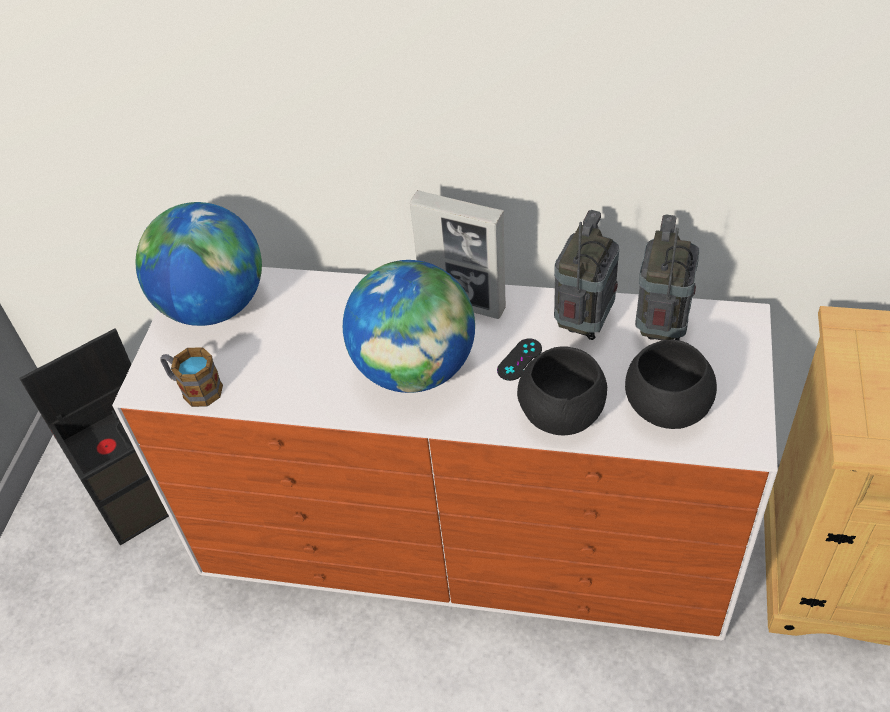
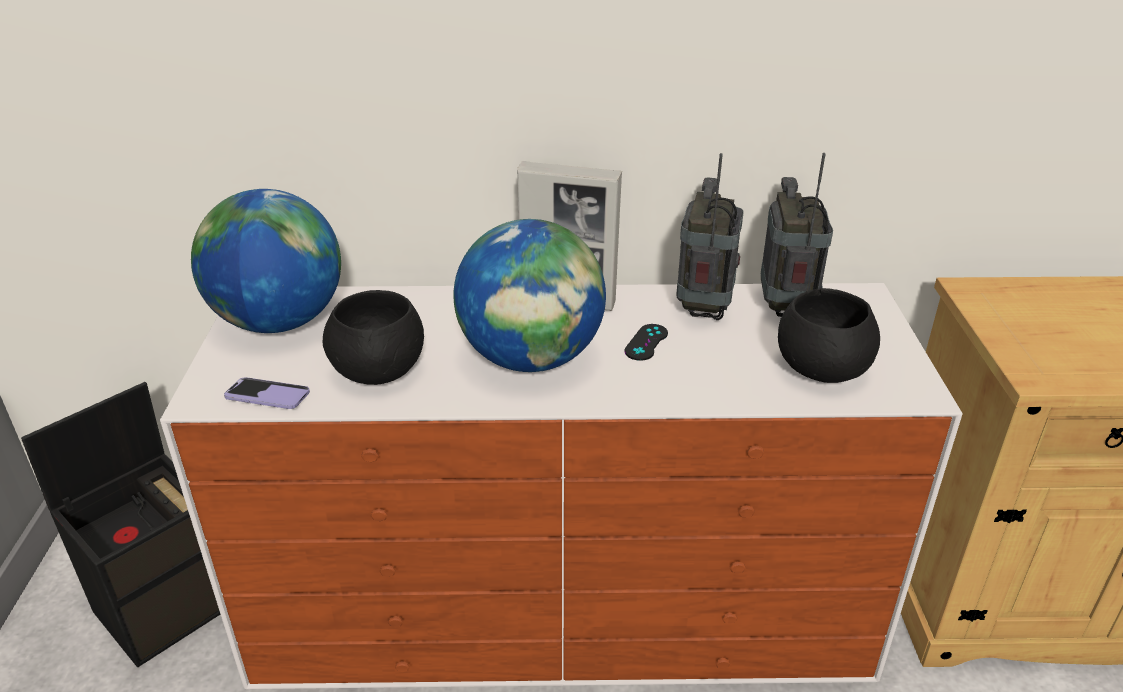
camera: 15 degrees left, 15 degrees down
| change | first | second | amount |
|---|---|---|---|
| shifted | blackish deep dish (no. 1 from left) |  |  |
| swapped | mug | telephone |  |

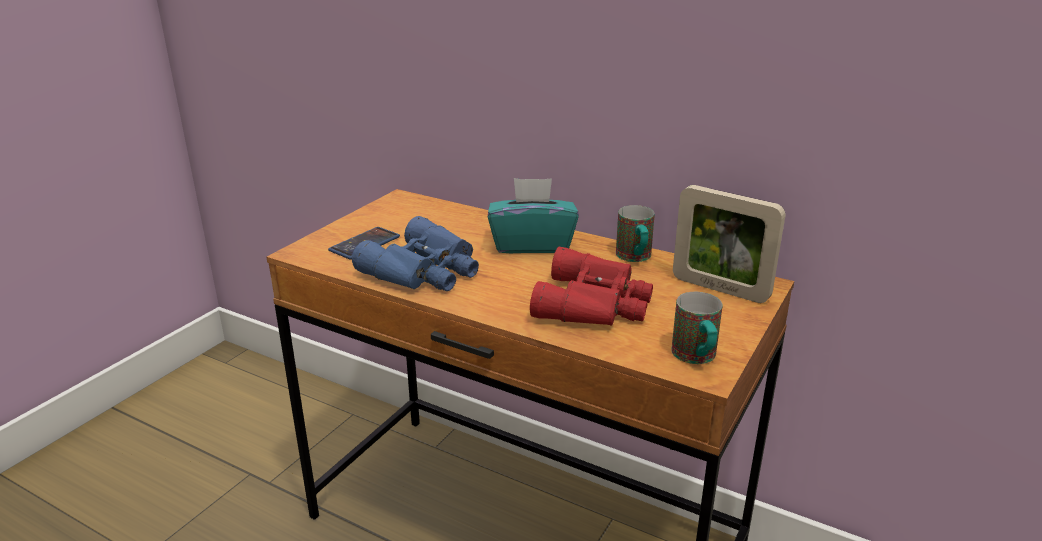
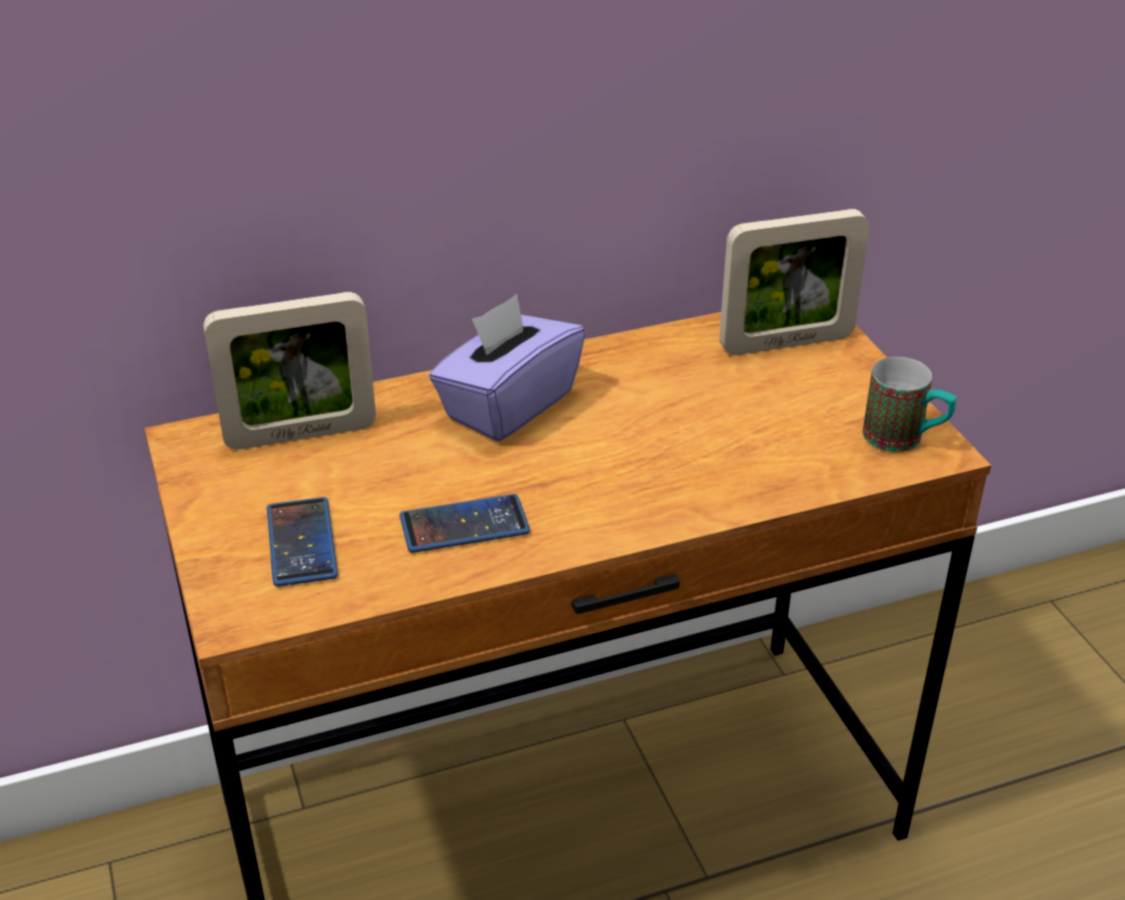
camera: 50 degrees left, 10 degrees up
| change | first | second | amount |
|---|---|---|---|
| gone | red pair of binoculars |  |  |
| gone | mug (no. 1 from left) |  |  |
| new |  | photo frame (no. 1 from left) |  |
| swapped | blue-coloured pair of binoculars | telephone (no. 2 from left) |  |
| repainted | turquoise-coloured box of tissues | purple box of tissues |  |

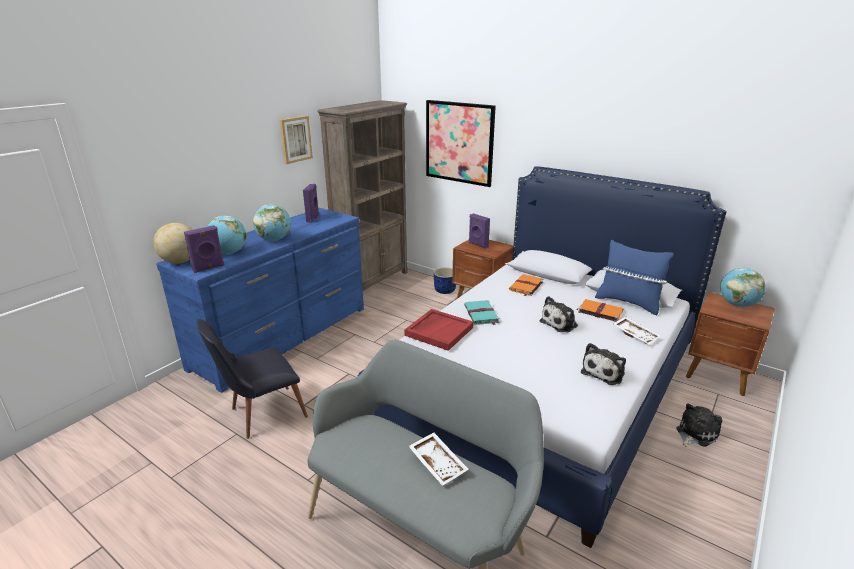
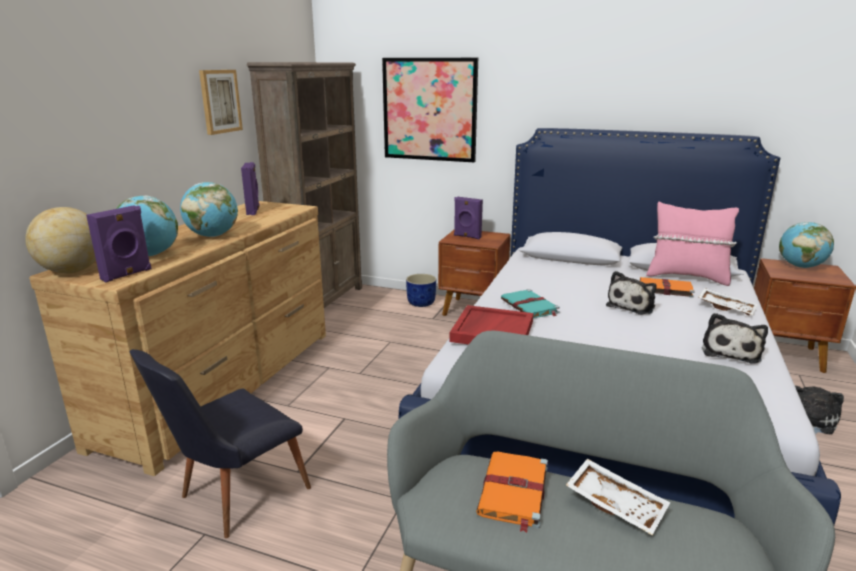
camera: 15 degrees left, 5 degrees down
| change | first | second | amount |
|---|---|---|---|
| shifted | orangey book (no. 1 from left) |  |  |
| repainted | blue-coloured drawer chest | brown-coloured drawer chest |  |
| repainted | blue-coloured cushion | pink cushion |  |

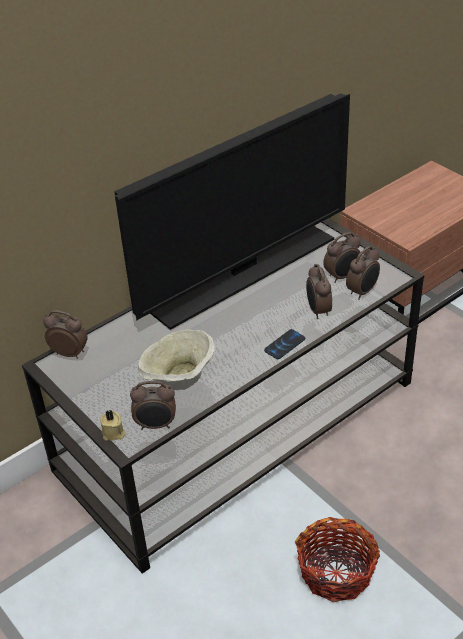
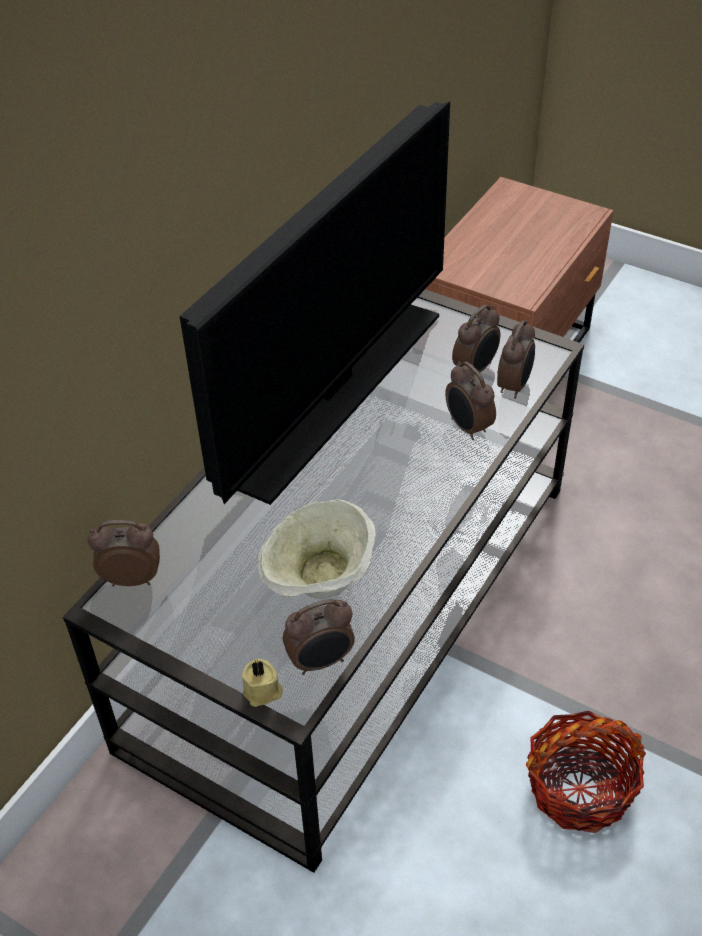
camera: 20 degrees left, 5 degrees up
| change | first | second | amount |
|---|---|---|---|
| gone | telephone |  |  |

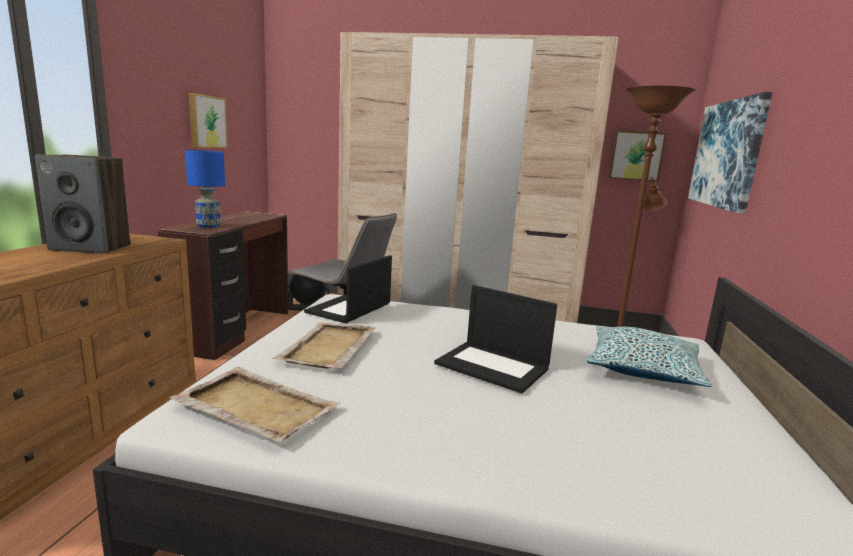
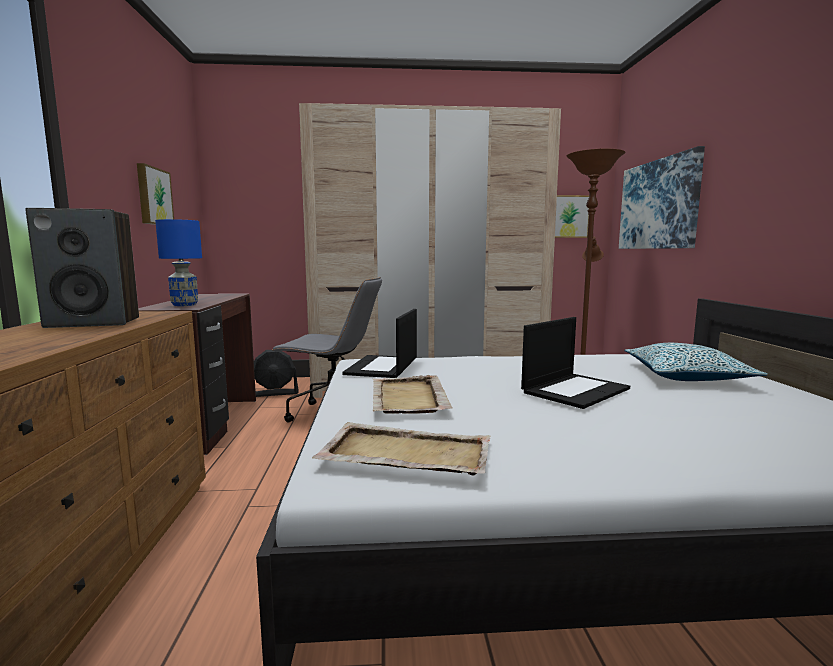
camera: 15 degrees left, 5 degrees down
| change | first | second | amount |
|---|---|---|---|
| rotated | portable computer (no. 2 from left) |  | 60 degrees counterclockwise |

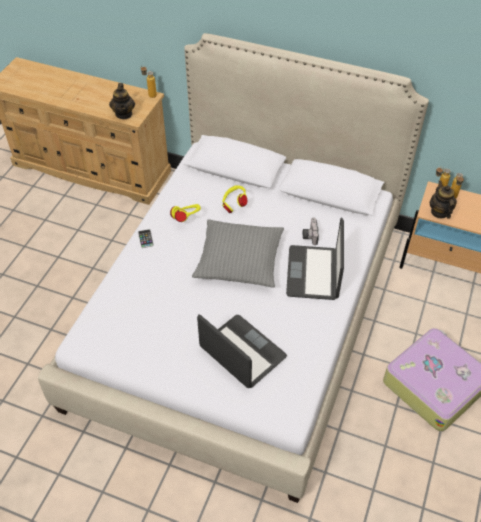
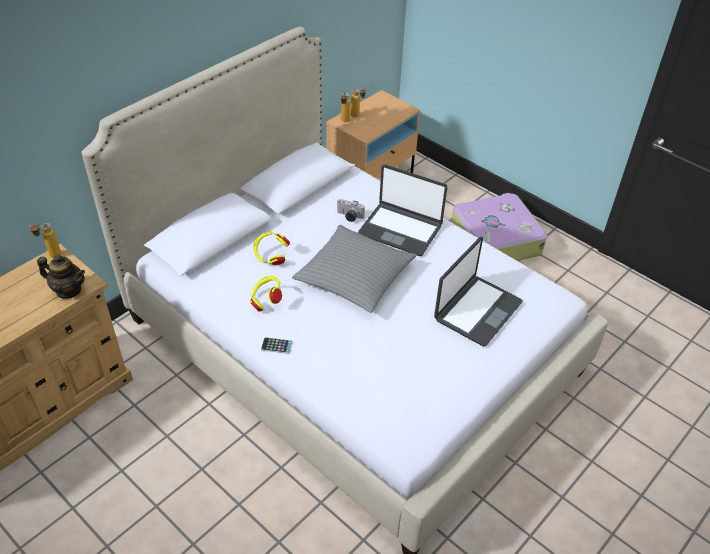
camera: 70 degrees left, 5 degrees down
| change | first | second | amount |
|---|---|---|---|
| gone | pot for tea (no. 2 from left) |  |  |
| rotated | portable computer (no. 1 from left in the first image) | portable computer (no. 2 from left) | 150 degrees clockwise |

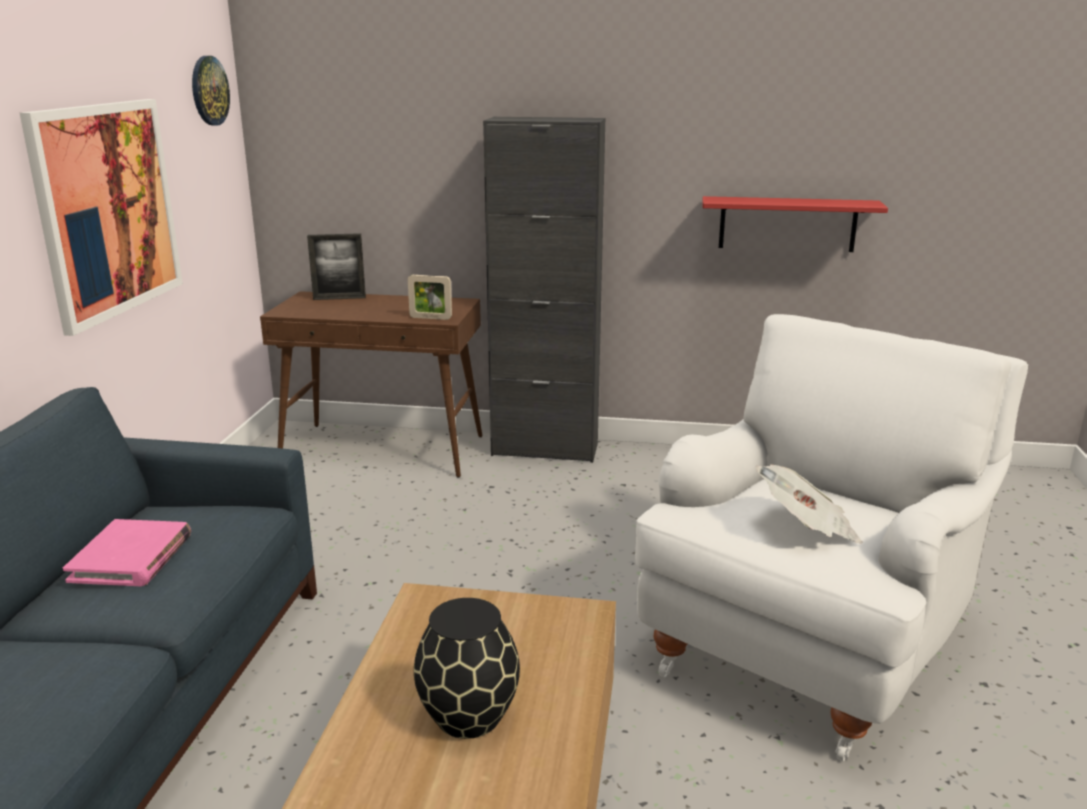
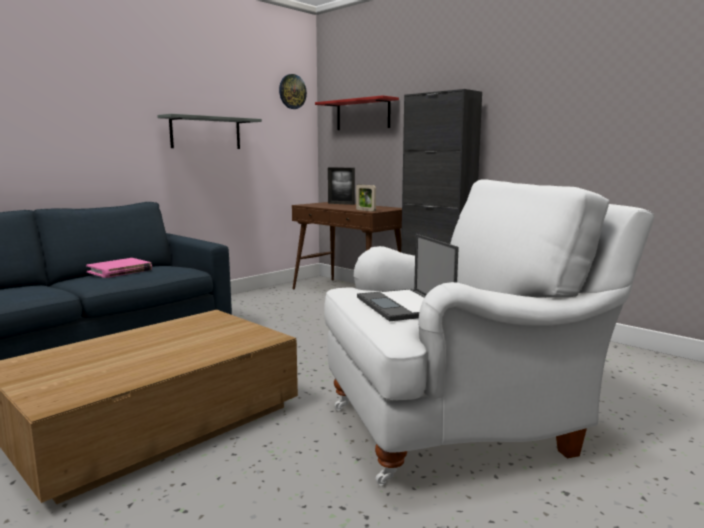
camera: 35 degrees right, 10 degrees down
| change | first | second | amount |
|---|---|---|---|
| gone | blackish decorative vase |  |  |
| shifted | red wall shelf |  |  |
| swapped | wall picture | gray wall shelf |  |
| swapped | printed paper | portable computer |  |

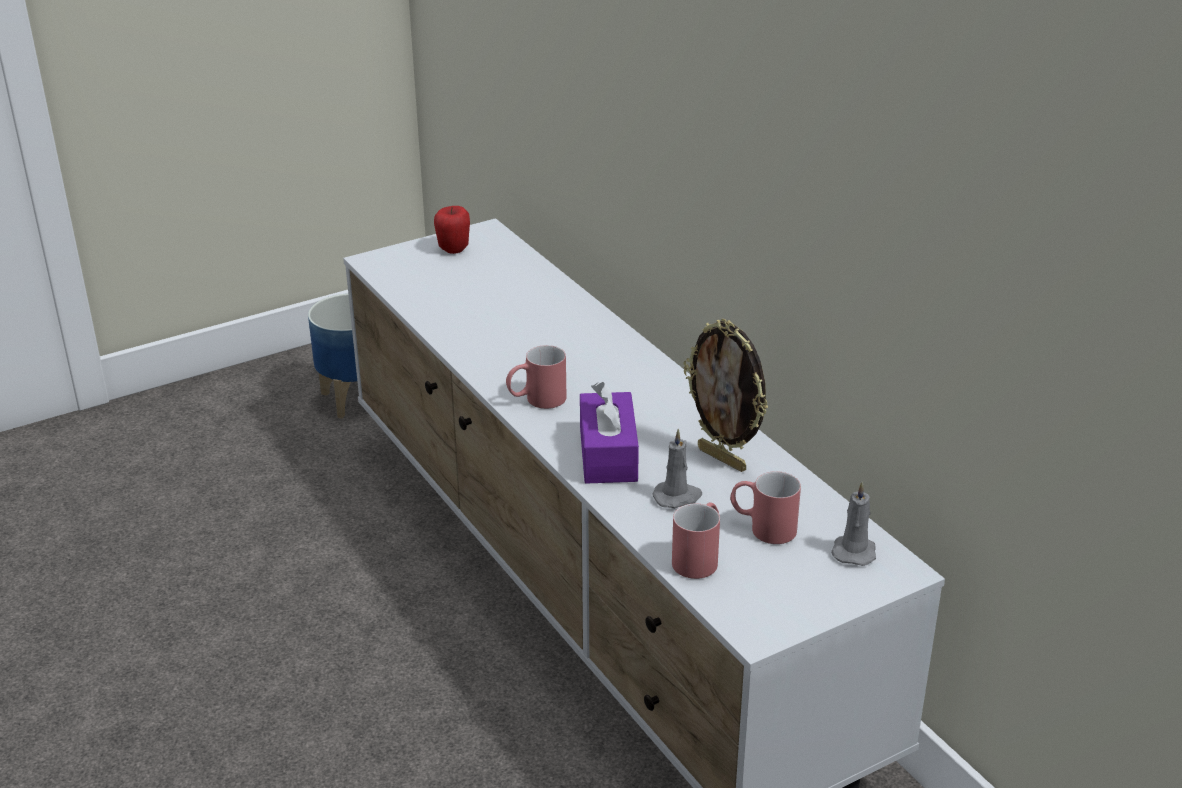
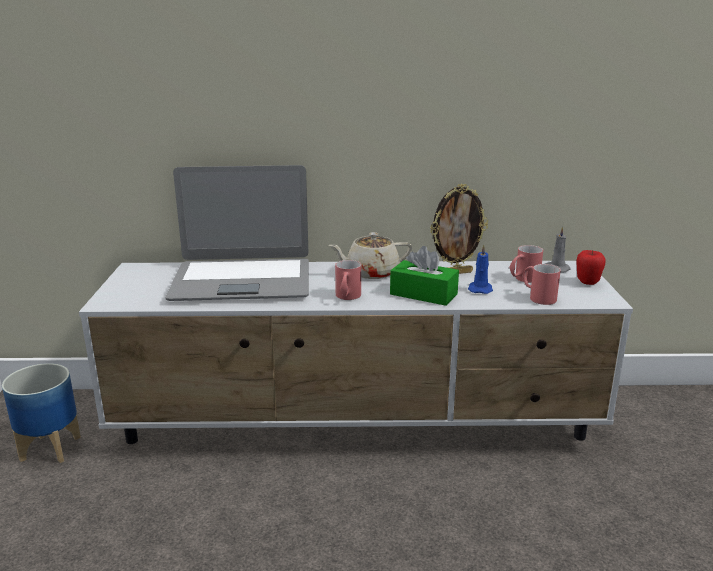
camera: 60 degrees left, 10 degrees down
| change | first | second | amount |
|---|---|---|---|
| new |  | portable computer |  |
| new |  | beige pot for tea |  |
| shifted | apple |  |  |
| repainted | purple box of tissues | green box of tissues |  |
| repainted | gray wax candle (no. 1 from left) | blue-coloured wax candle |  |

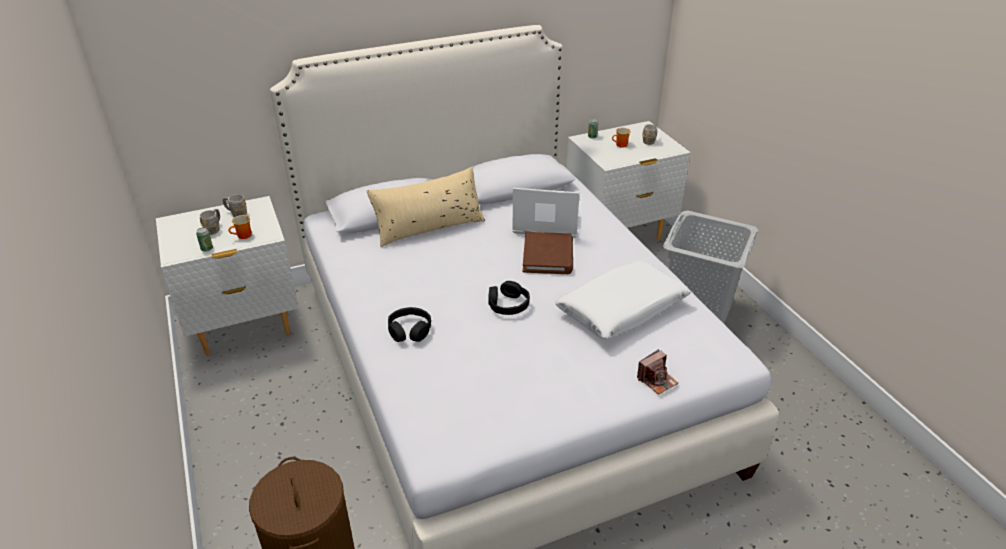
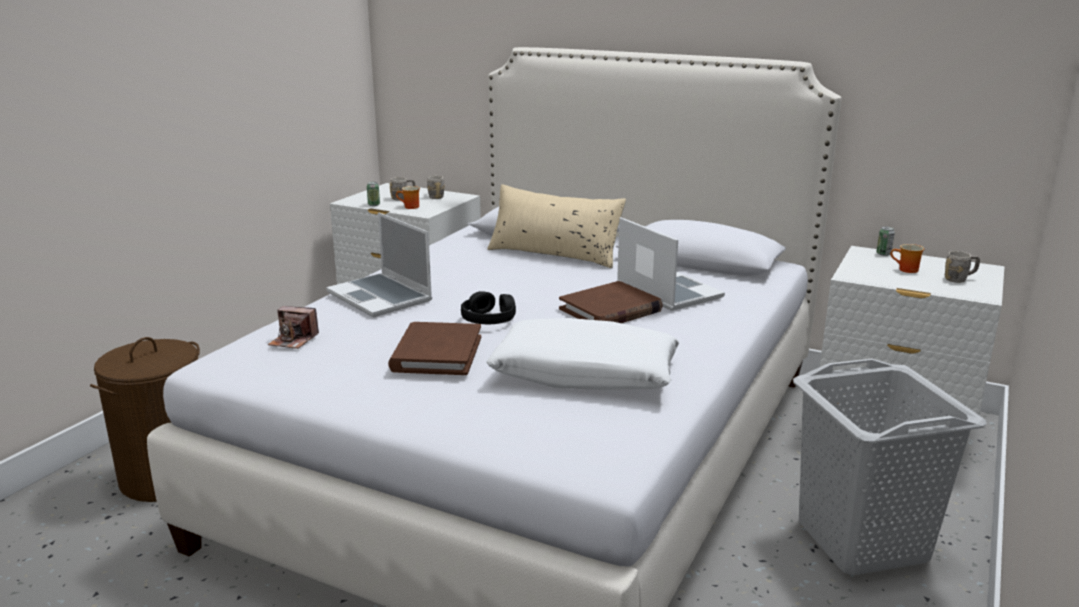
camera: 50 degrees right, 15 degrees down
| change | first | second | amount |
|---|---|---|---|
| new |  | brown-coloured book (no. 1 from left) |  |
| shifted | still camera |  |  |
| swapped | blackish headphones (no. 1 from left) | portable computer (no. 1 from left) |  |

